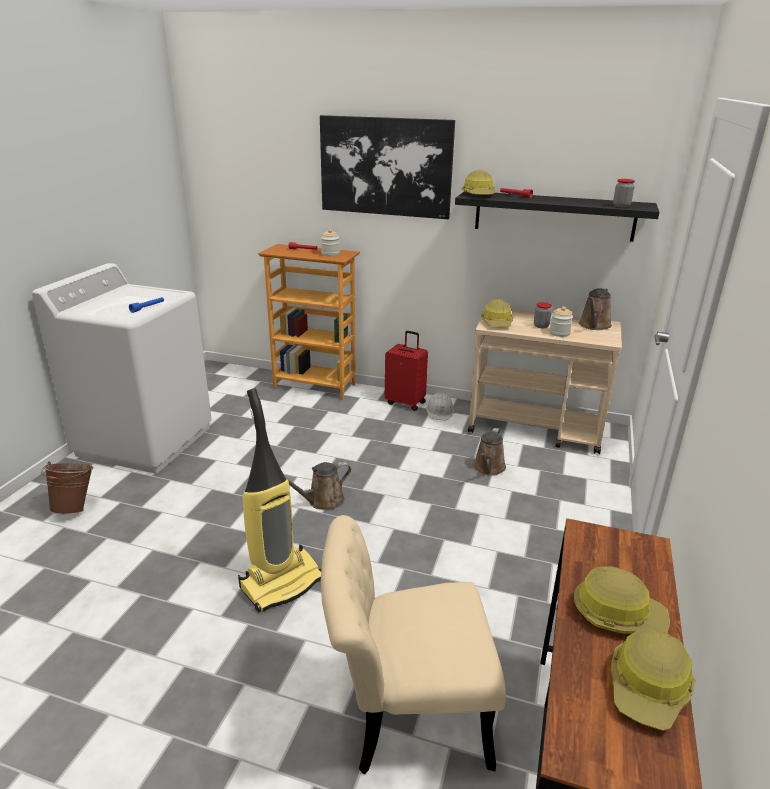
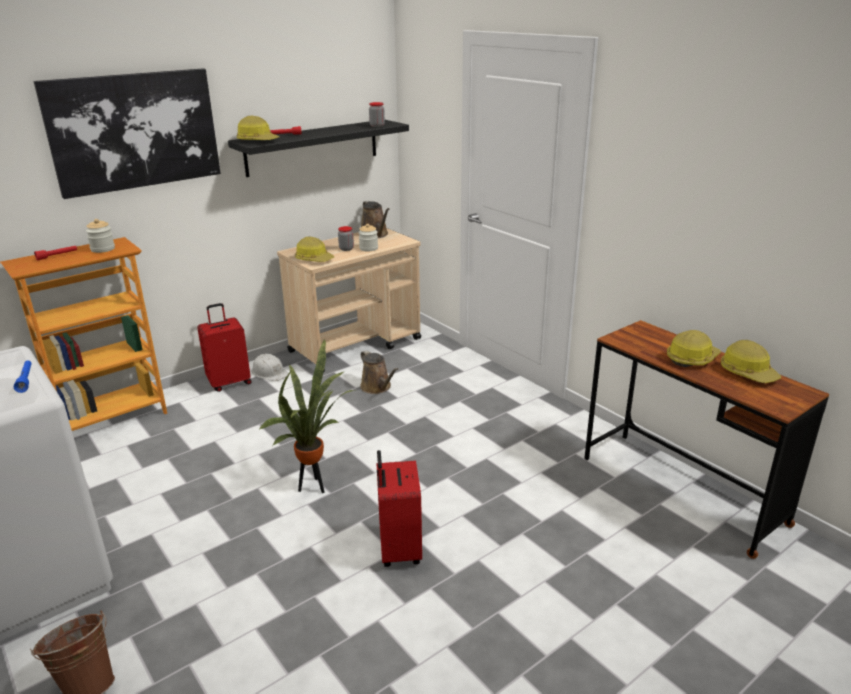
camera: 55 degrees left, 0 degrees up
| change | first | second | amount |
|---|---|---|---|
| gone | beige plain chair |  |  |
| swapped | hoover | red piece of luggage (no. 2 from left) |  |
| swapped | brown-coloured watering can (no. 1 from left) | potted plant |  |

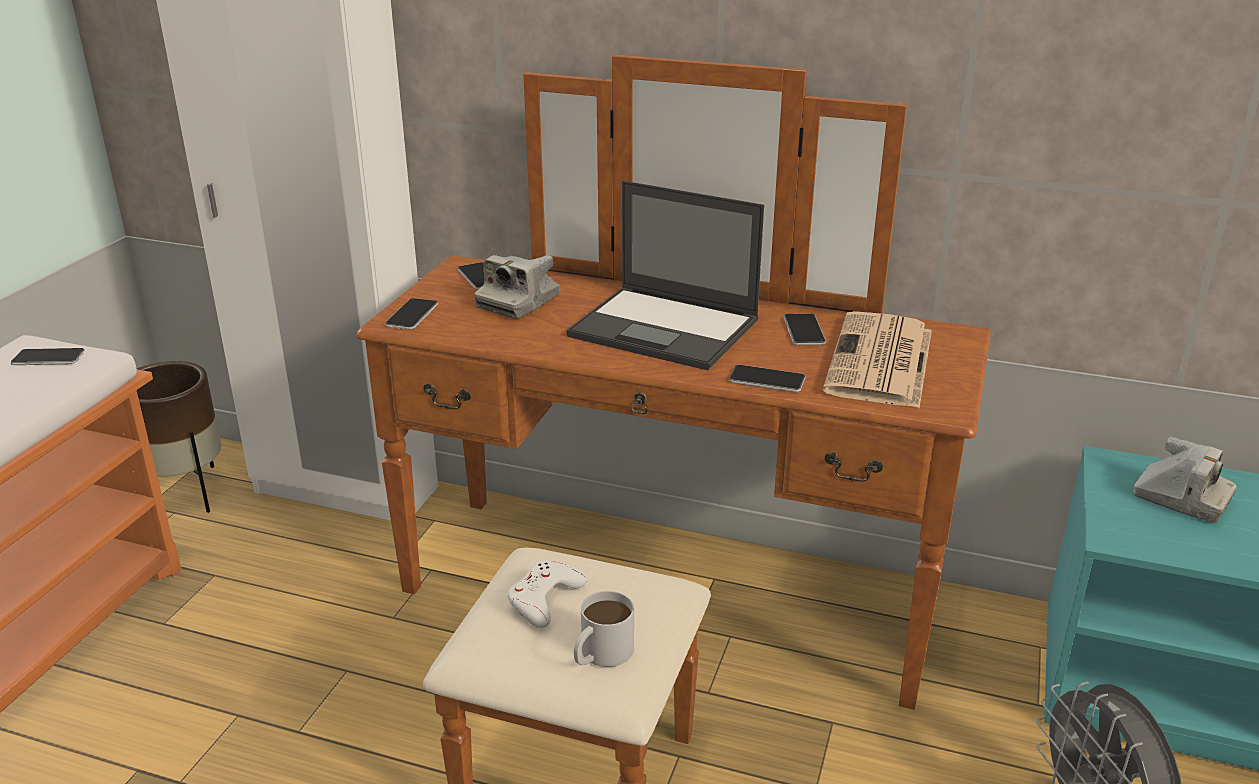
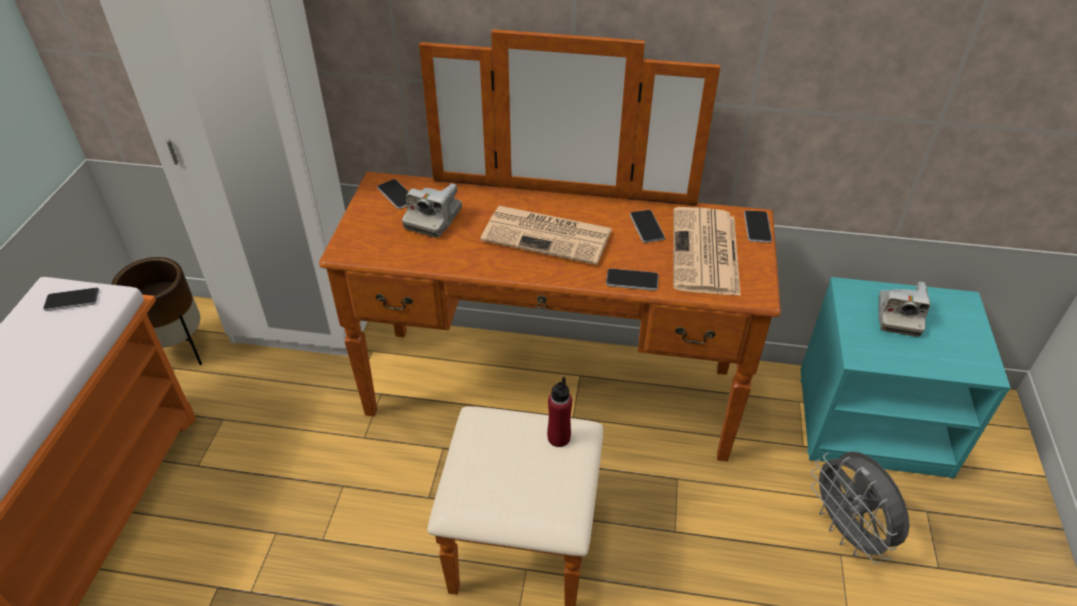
camera: 10 degrees left, 15 degrees up
| change | first | second | amount |
|---|---|---|---|
| gone | white-coloured game controller |  |  |
| gone | white-coloured mug |  |  |
| new |  | red beverage bottle |  |
| shifted | telephone (no. 2 from left in the first image) | telephone (no. 5 from left) |  |
| swapped | portable computer | printed paper (no. 1 from left) |  |
| rotated | still camera (no. 2 from left) |  | 75 degrees clockwise |

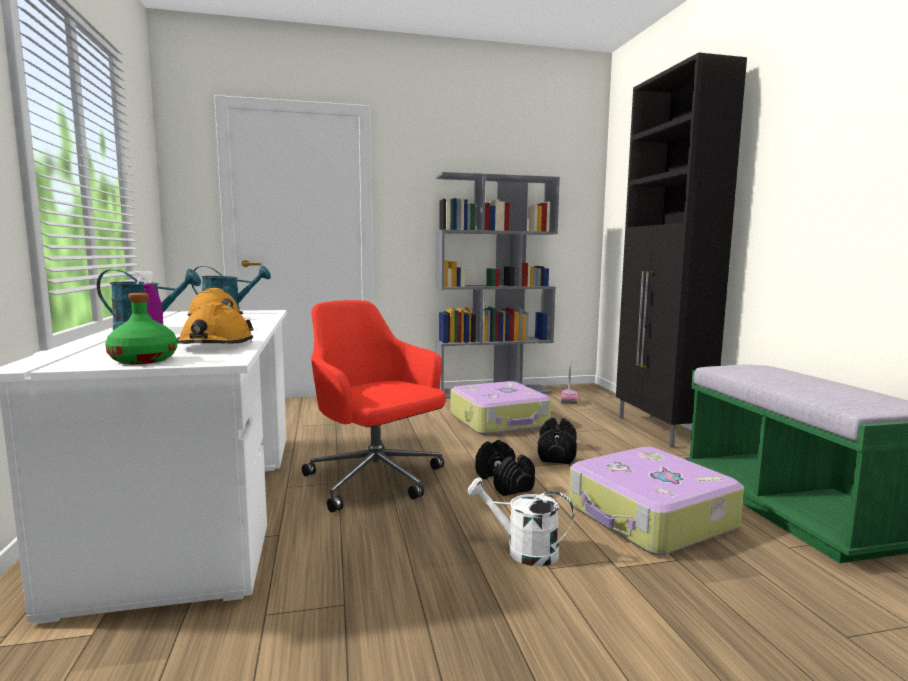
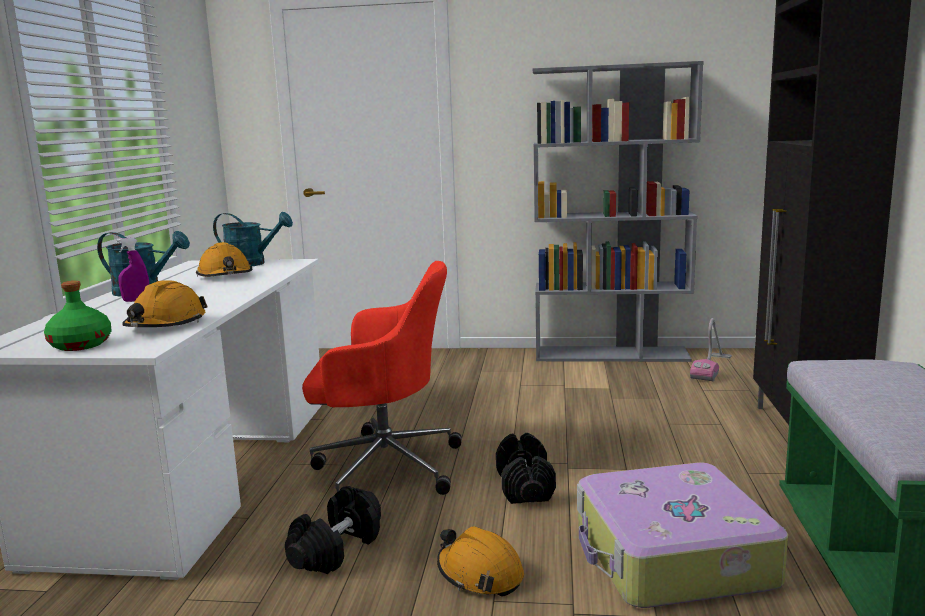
camera: 20 degrees right, 5 degrees up
| change | first | second | amount |
|---|---|---|---|
| gone | piece of luggage (no. 1 from left) |  |  |
| shifted | blackish dumbbell (no. 2 from left in the first image) | blackish dumbbell (no. 1 from left) |  |
| swapped | white-coloured watering can | orangey safety helmet (no. 3 from left) |  |
| rotated | red computer chair |  | 120 degrees clockwise |

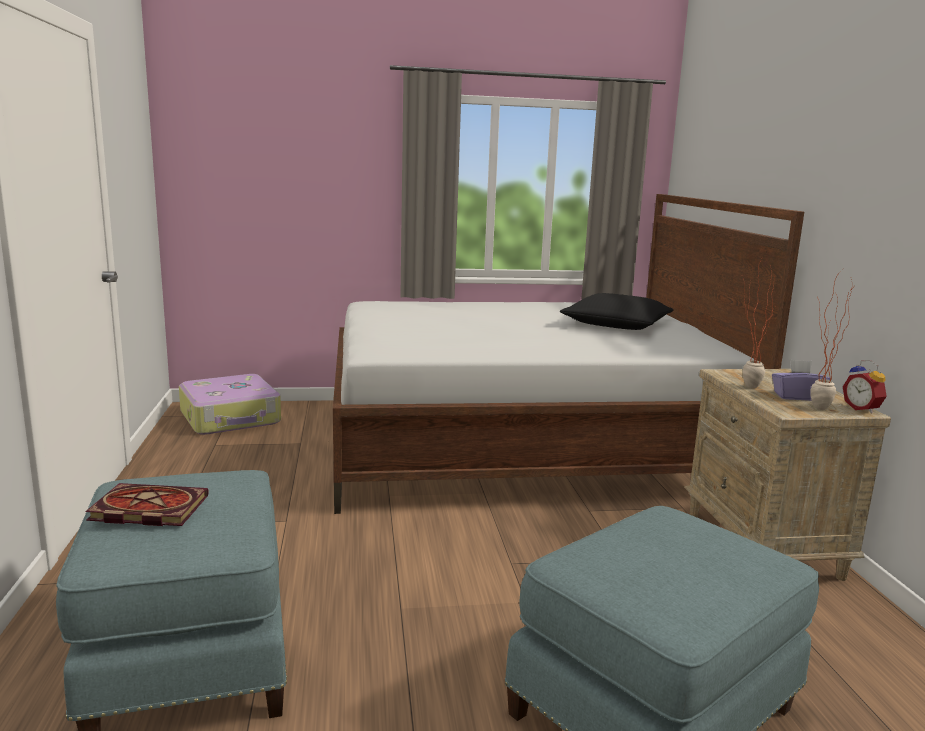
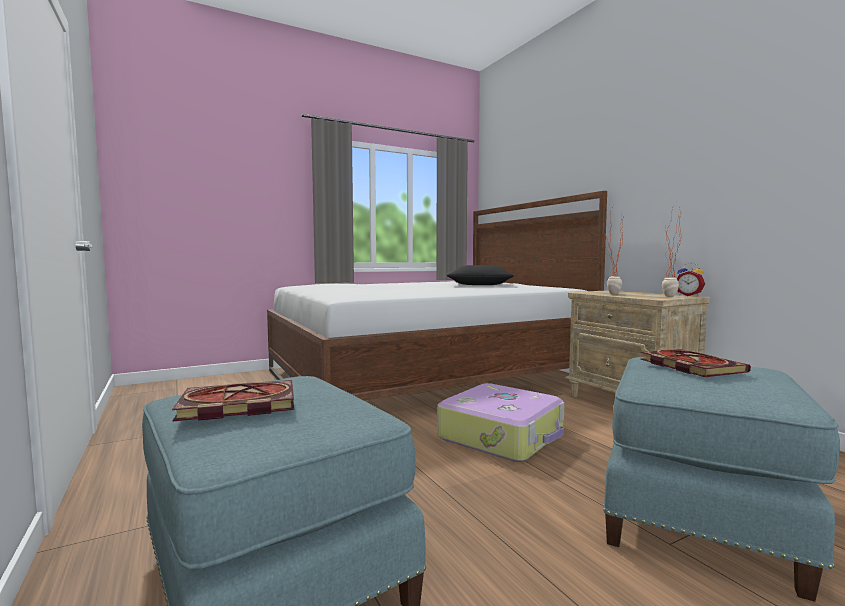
camera: 20 degrees left, 10 degrees down
| change | first | second | amount |
|---|---|---|---|
| gone | purple box of tissues |  |  |
| new |  | book (no. 2 from left) |  |
| shifted | piece of luggage |  |  |

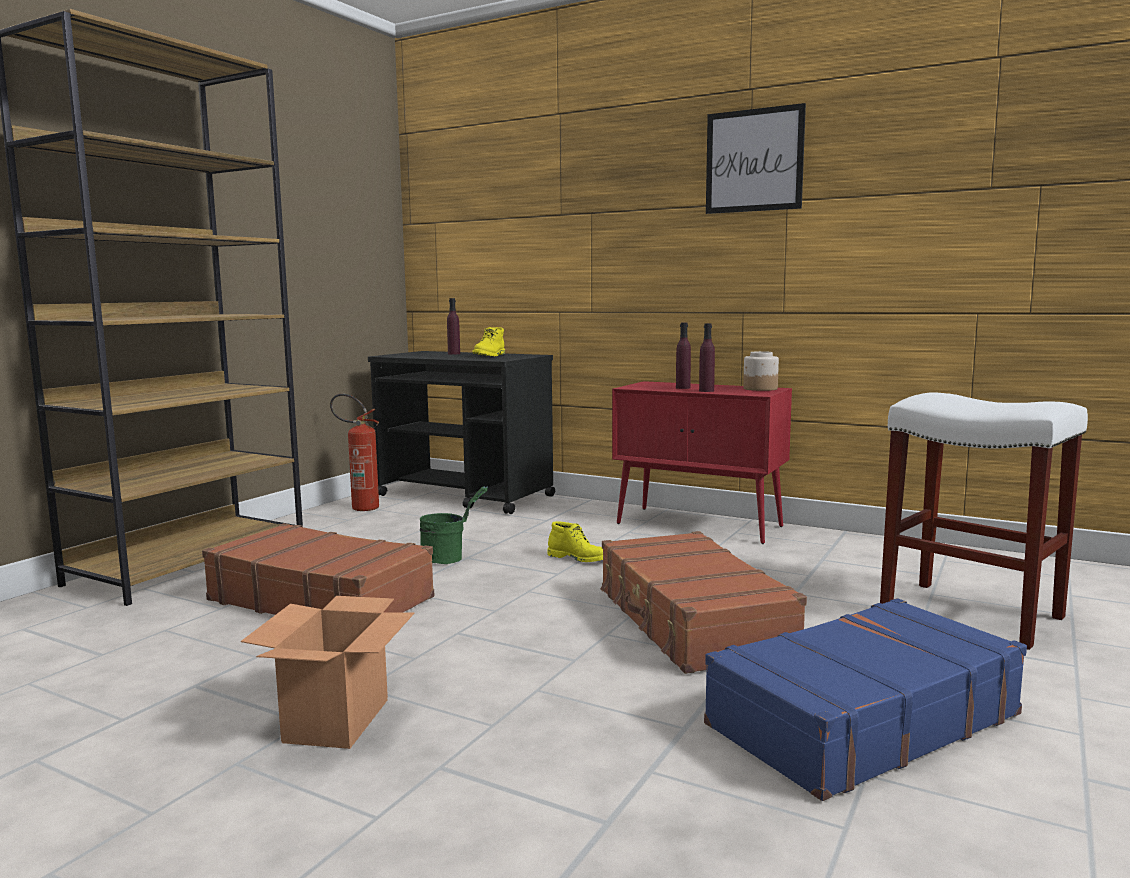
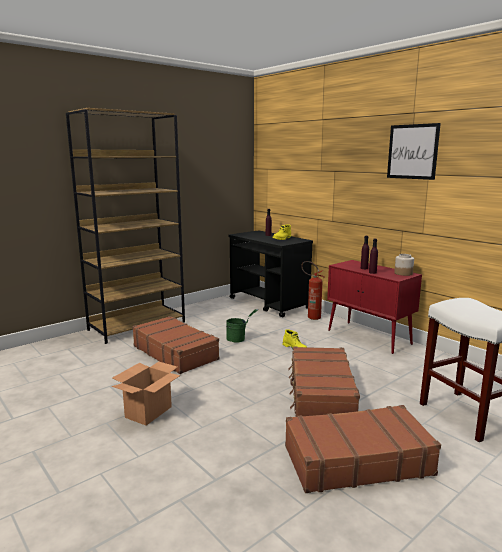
camera: 20 degrees right, 5 degrees up
| change | first | second | amount |
|---|---|---|---|
| shifted | fire extinguisher |  |  |
| repainted | blue-coloured piece of luggage | brown-coloured piece of luggage (no. 3 from left) |  |

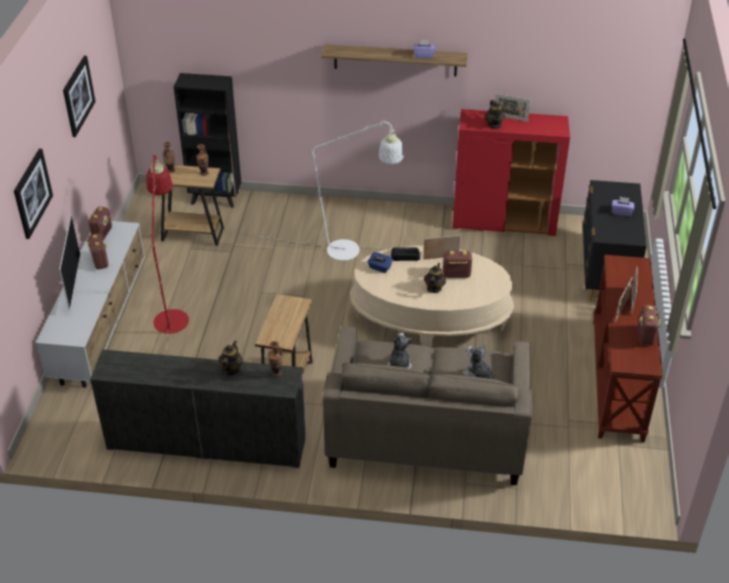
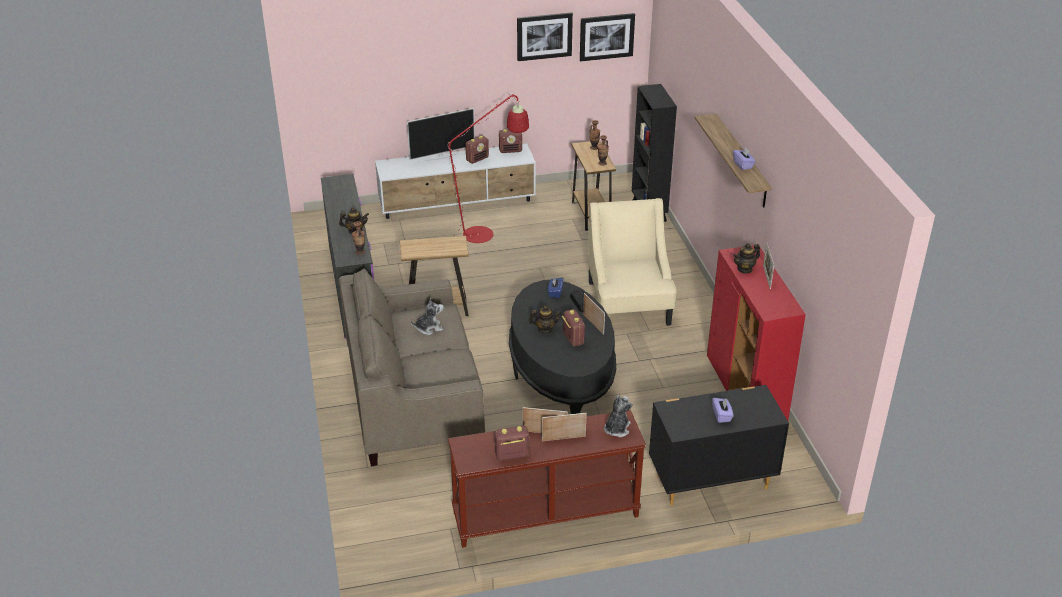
camera: 70 degrees right, 5 degrees down
| change | first | second | amount |
|---|---|---|---|
| shifted | wall picture (no. 1 from left in the first image) | wall picture (no. 2 from left) |  |
| shifted | soft toy (no. 2 from left) |  |  |
| swapped | white-coloured standard lamp | beige lounge chair |  |
| repainted | beige lounge table | blackish lounge table |  |

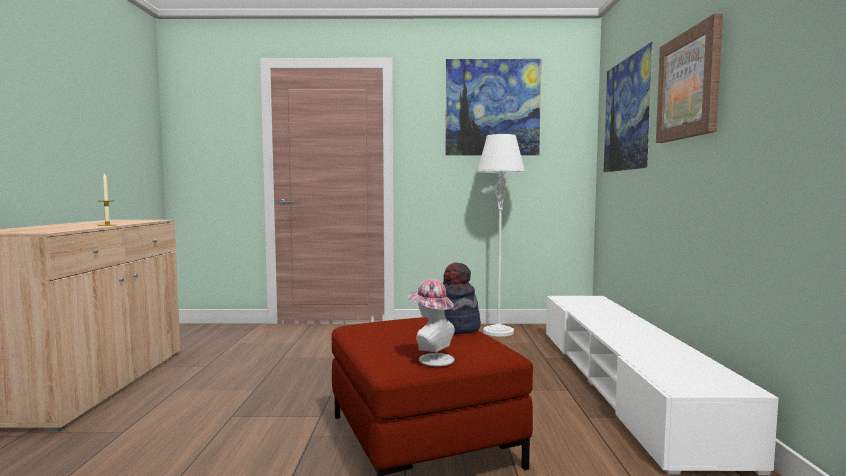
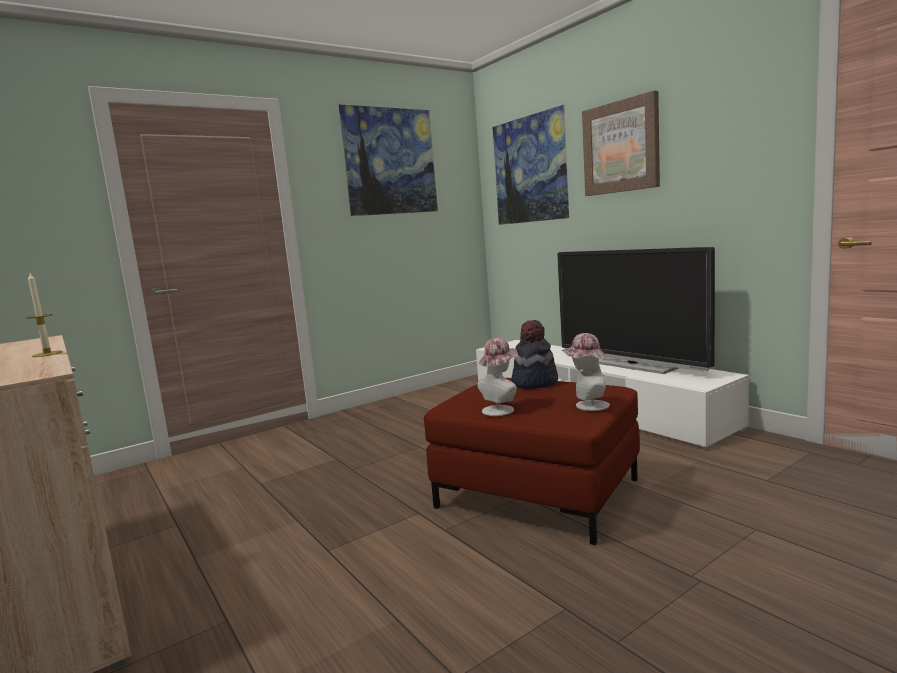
camera: 35 degrees left, 5 degrees up
| change | first | second | amount |
|---|---|---|---|
| gone | white-coloured standard lamp |  |  |
| new |  | clothing hat (no. 1 from left) |  |
| new |  | television |  |

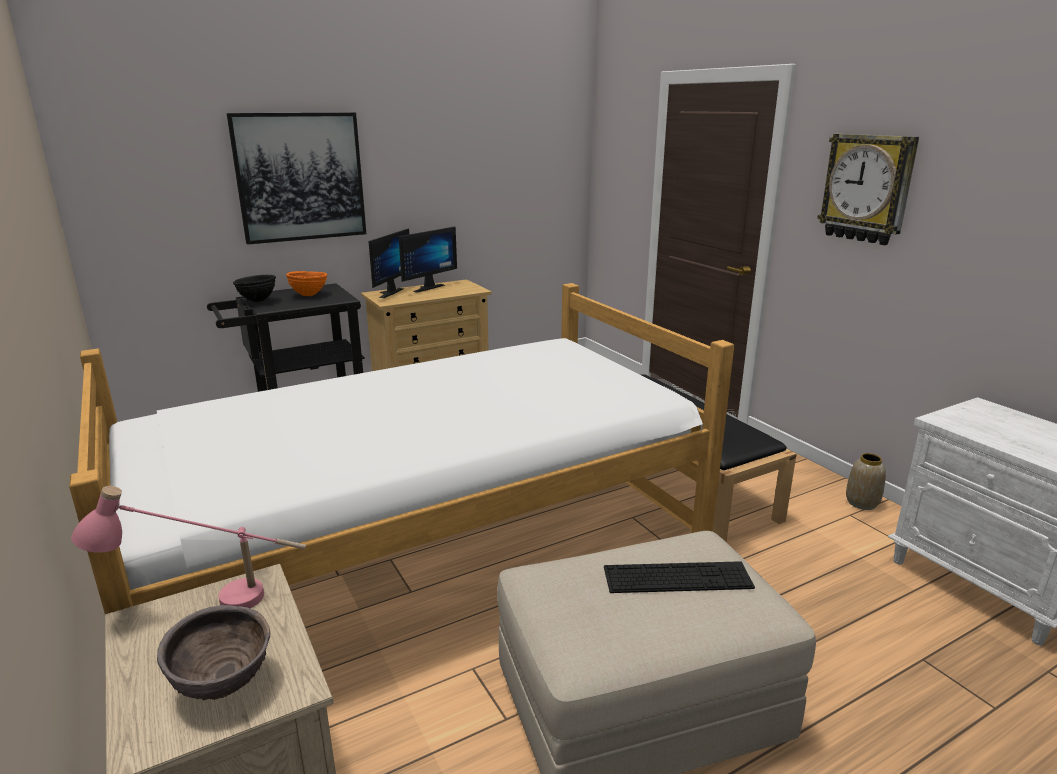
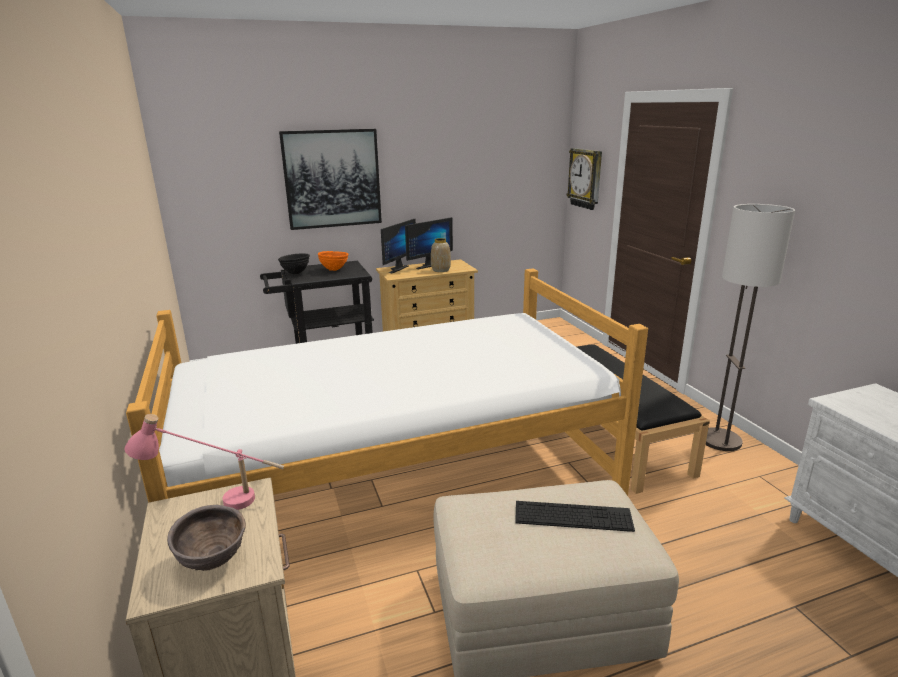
camera: 10 degrees right, 0 degrees up
| change | first | second | amount |
|---|---|---|---|
| new |  | standard lamp |  |
| shifted | hanging clock |  |  |
| shifted | decorative vase |  |  |

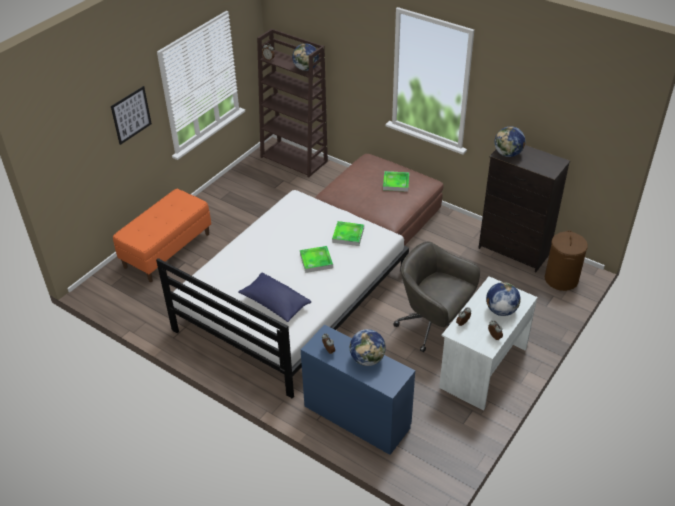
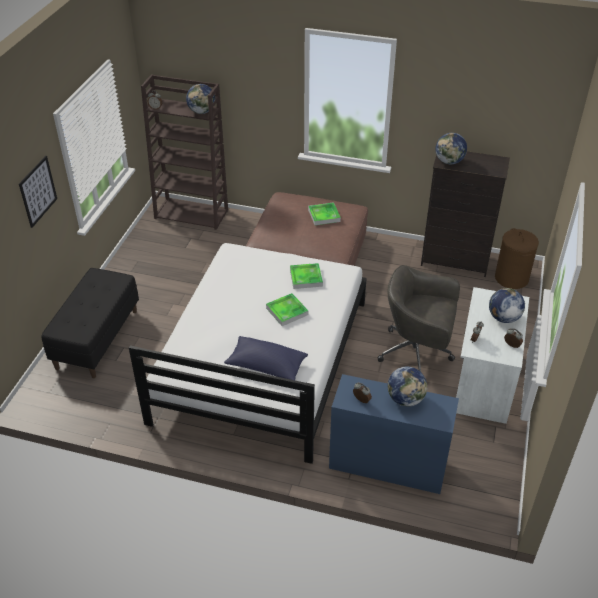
camera: 20 degrees left, 0 degrees up
| change | first | second | amount |
|---|---|---|---|
| repainted | orangey long seat | blackish long seat |  |

